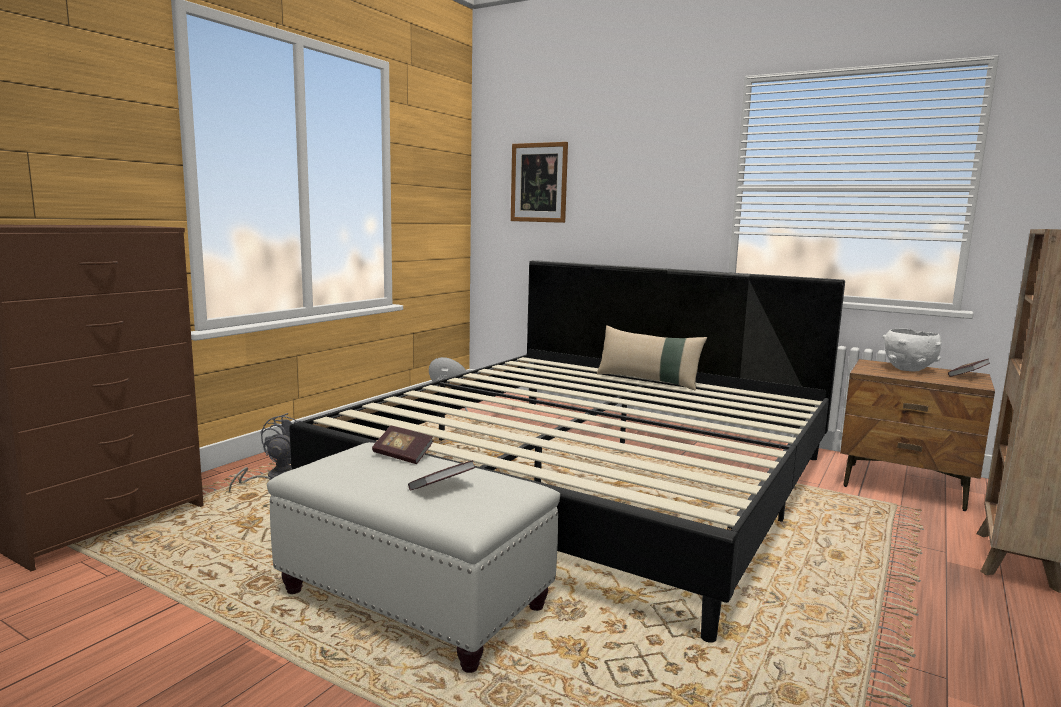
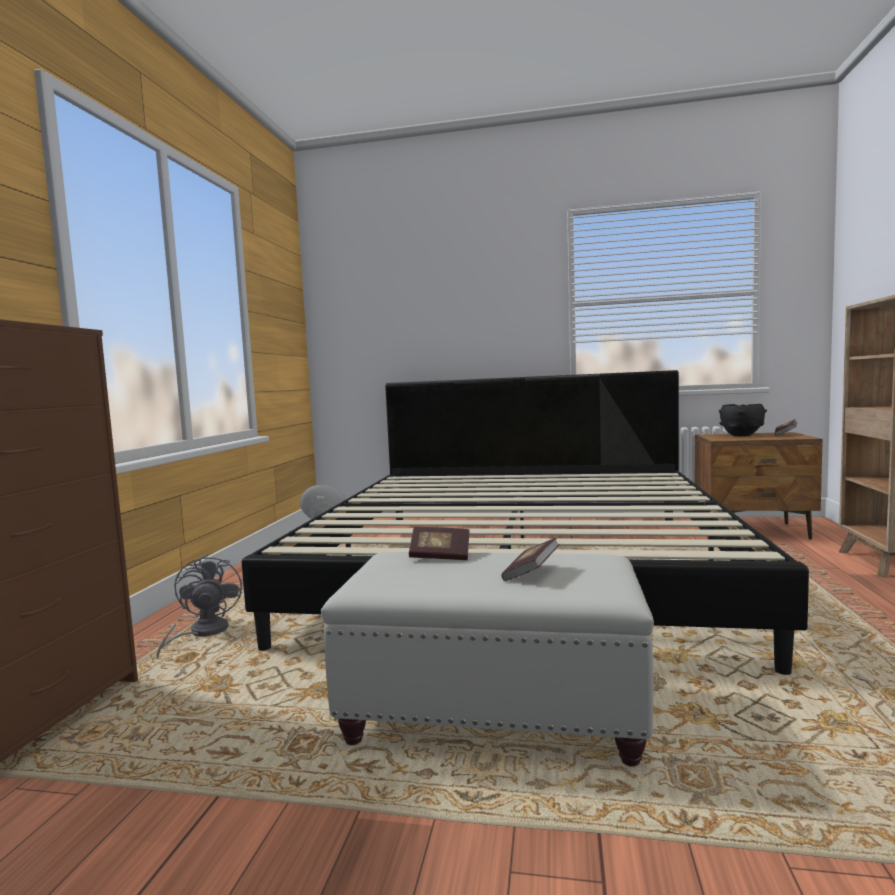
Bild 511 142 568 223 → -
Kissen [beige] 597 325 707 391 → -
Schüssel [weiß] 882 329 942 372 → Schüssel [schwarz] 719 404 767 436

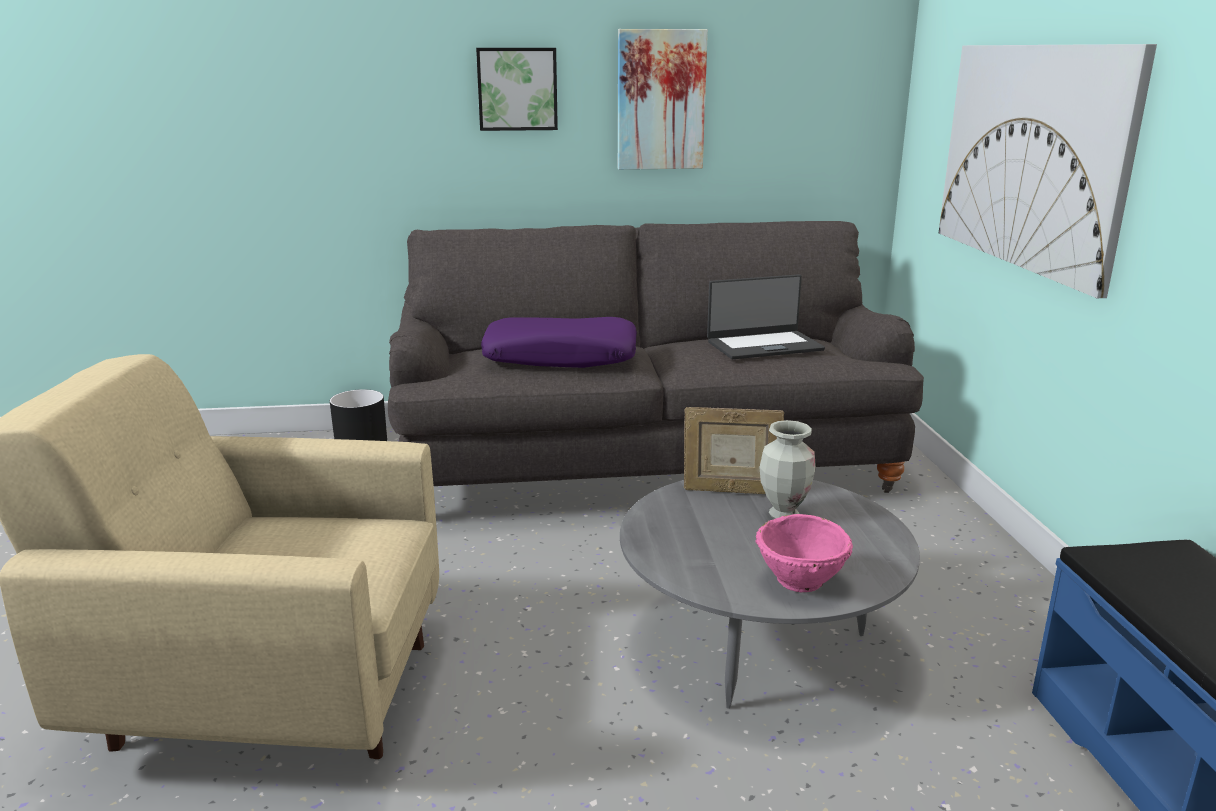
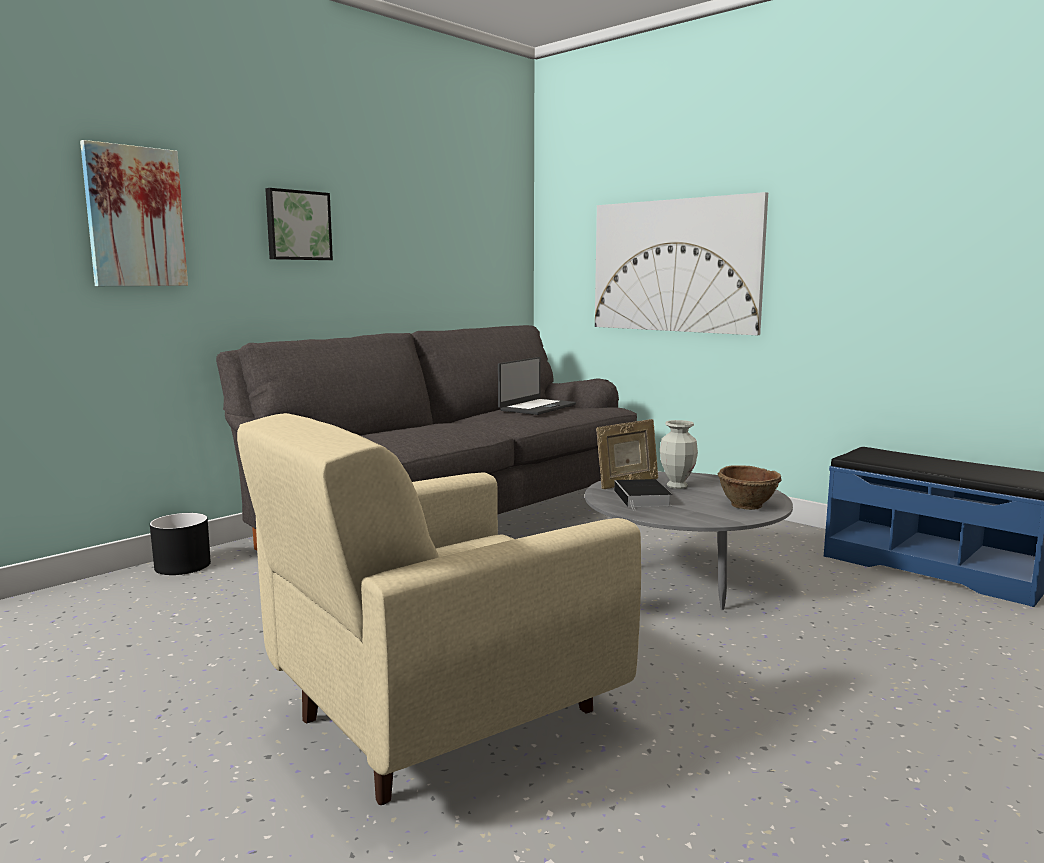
Kissen [lila] 481 317 637 368 → -
Bild 618 29 708 170 → Bild 80 140 188 286, relocated
Schüssel [rosa] 755 514 853 592 → Schüssel [braun] 718 465 782 510
- → Buch 614 479 672 511

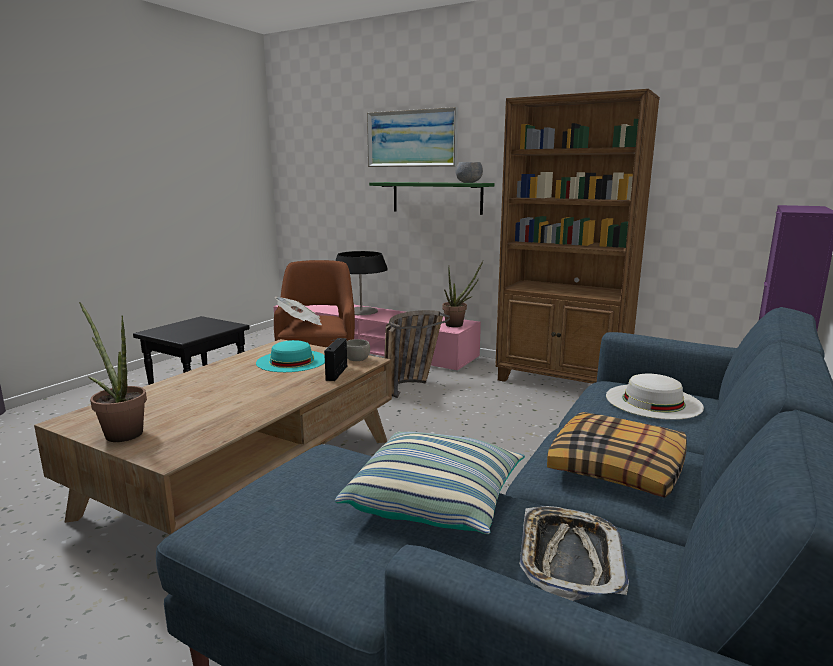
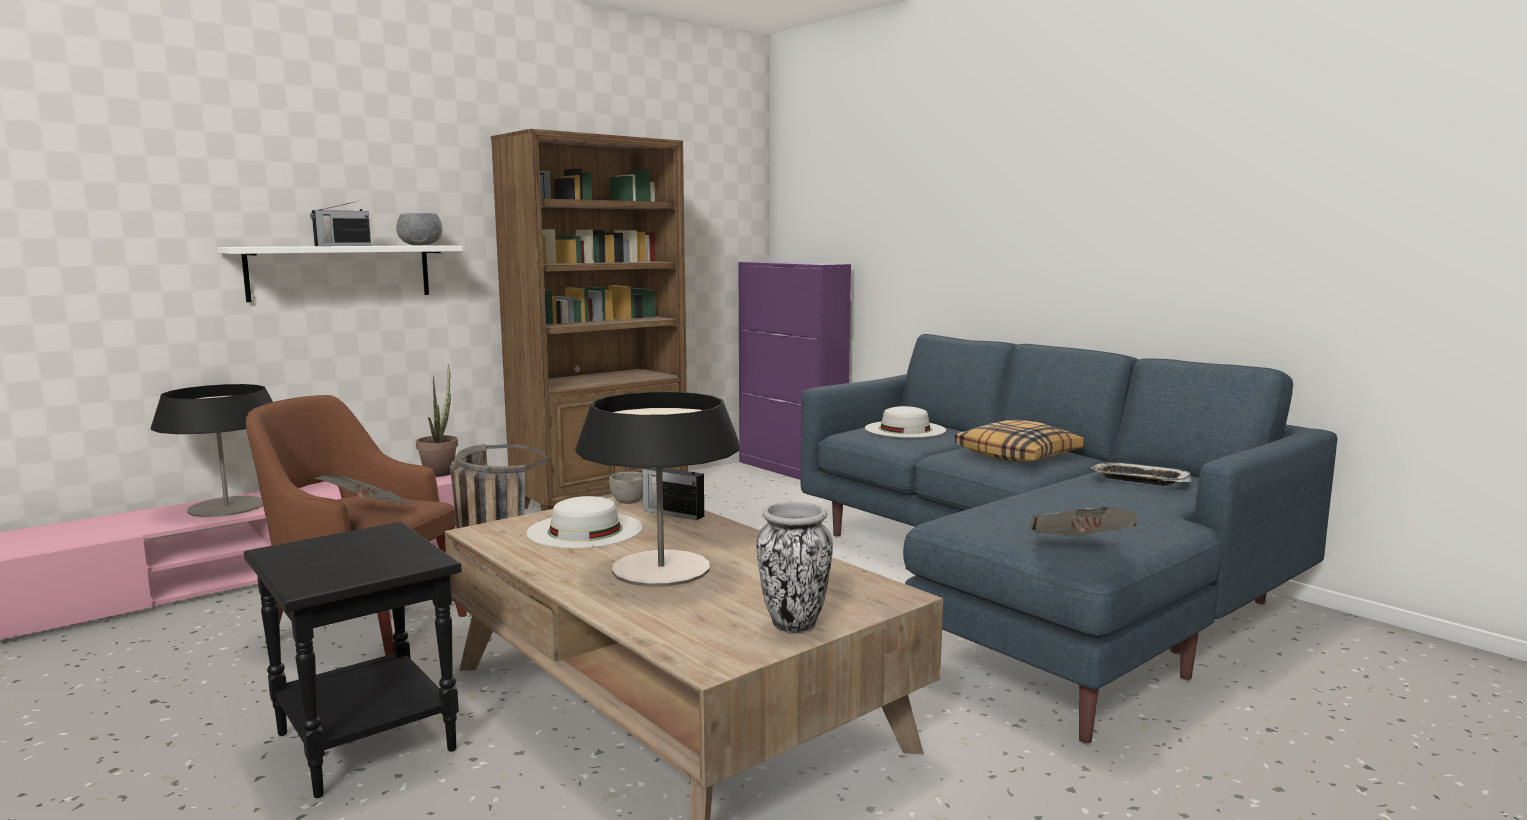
Topfpflanze 79 302 147 442 → Vase 757 502 833 633
Hut [türkis] 256 340 325 372 → Hut [weiß] 527 496 643 548
Kissen 335 431 525 534 → -
Bild 367 107 458 167 → -
Wandregal [grün] 369 182 495 215 → Wandregal [weiß] 217 245 463 302
- → Radio 310 201 371 246
- → Tischlampe 575 392 739 587
- → Zeitung 1030 507 1138 536

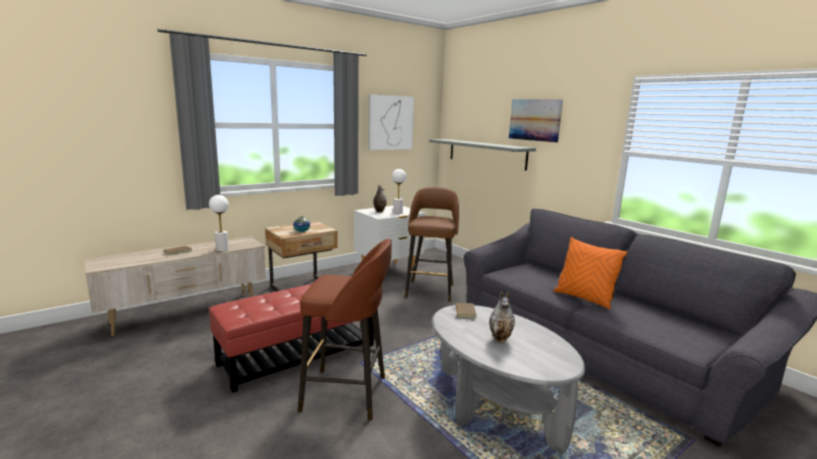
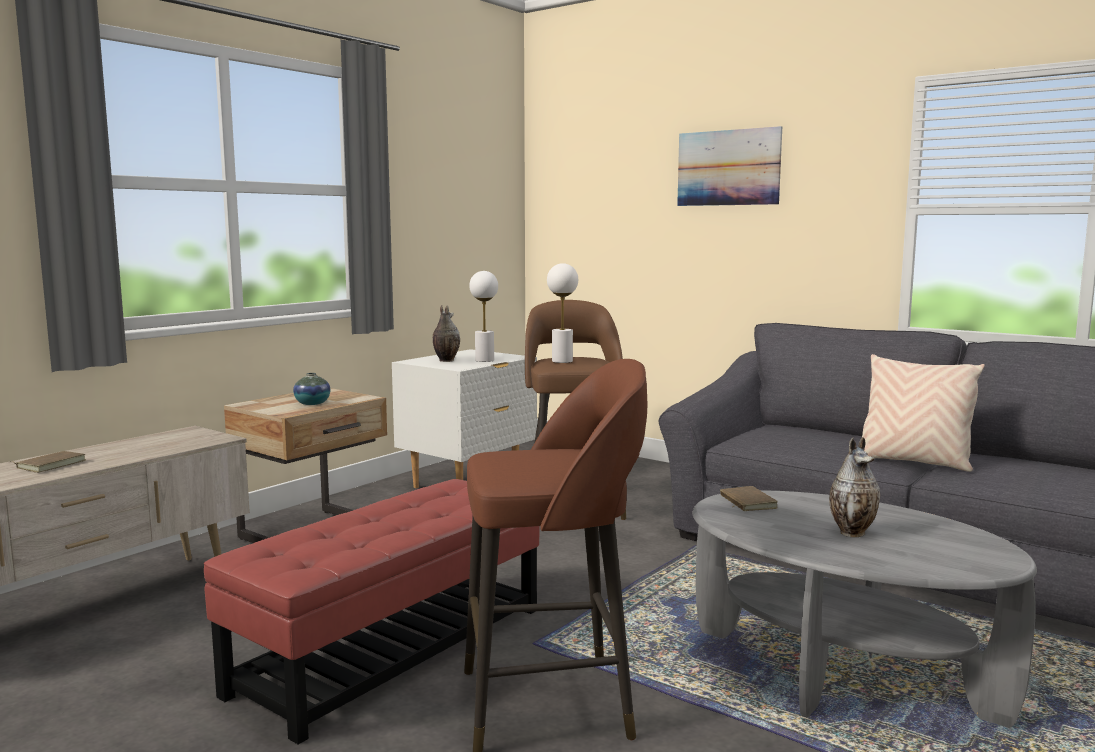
Tischlampe [weiß] 209 195 229 251 → Tischlampe [weiß] 547 263 578 363, relocated
Bild 368 94 414 150 → -
Wandregal [grau] 429 139 536 171 → -
Kissen [orange] 554 237 628 309 → Kissen [beige] 862 354 985 472

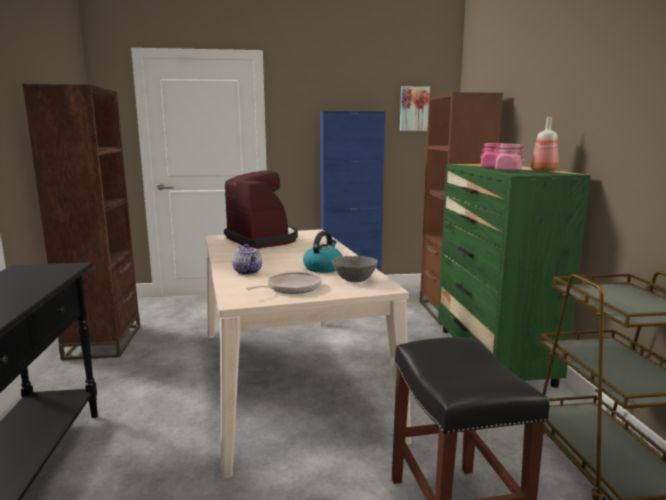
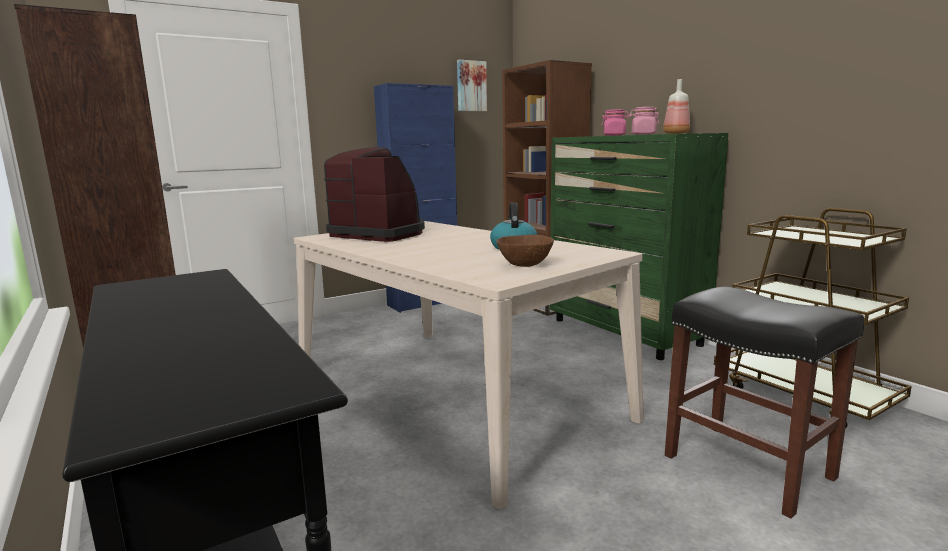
Teekanne 232 244 262 275 → -
Pfanne 246 272 322 294 → Schüssel [braun] 496 235 554 267
Schüssel [grau] 332 256 378 282 → -

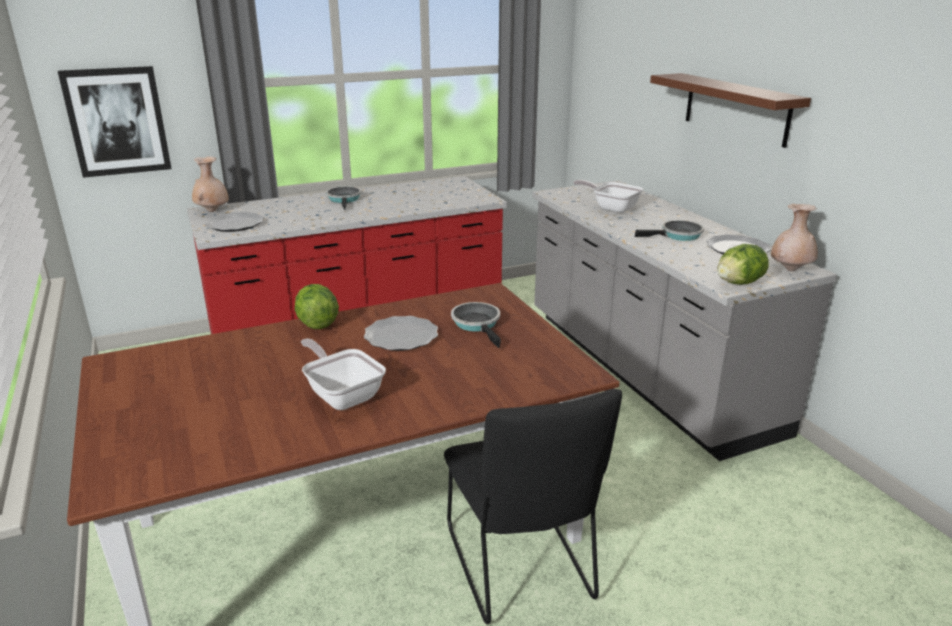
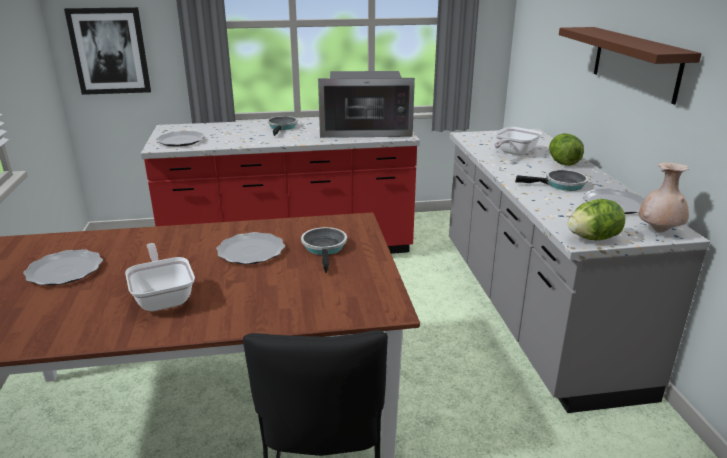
Vase [beige] 192 156 229 212 → -
Salatkopf 295 284 339 329 → Salatkopf 549 133 584 166, relocated
Pfanne 573 180 643 213 → Pfanne 495 127 542 156, 105 degrees counterclockwise
- → Teller 23 249 103 285
- → Mikrowelle 318 71 415 138

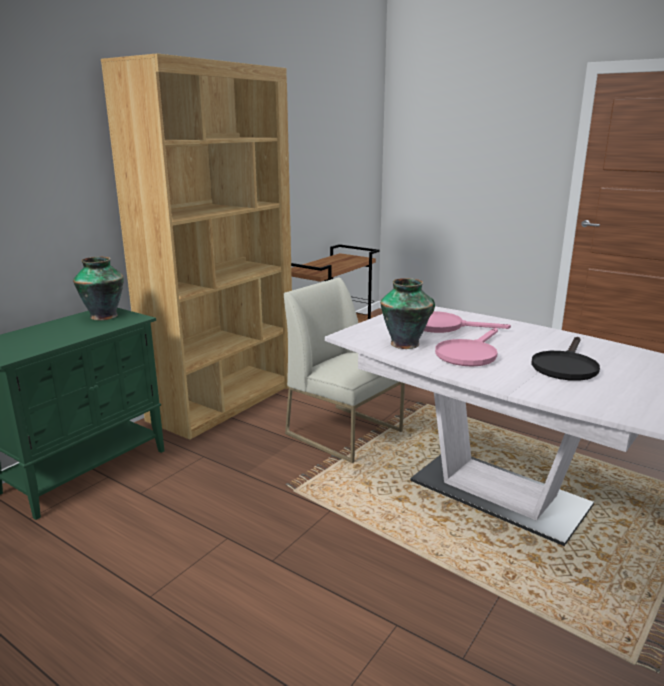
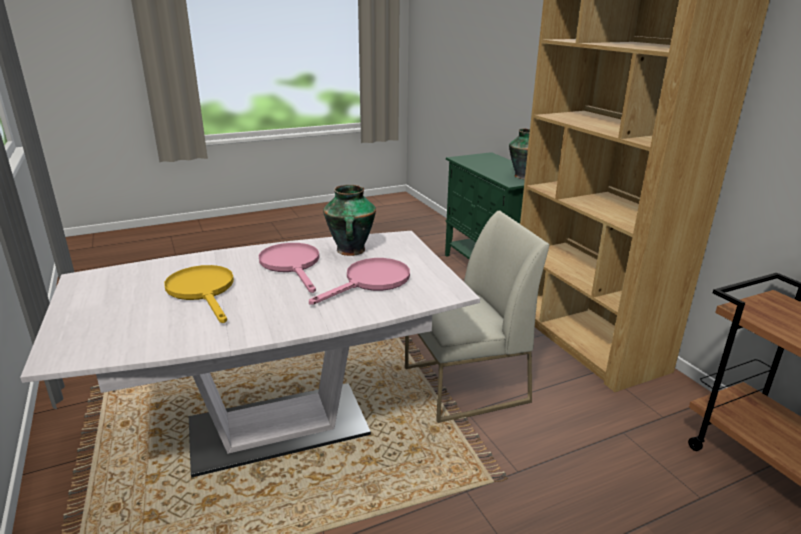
Pfanne [schwarz] 531 337 600 381 → Pfanne [gelb] 164 265 234 323

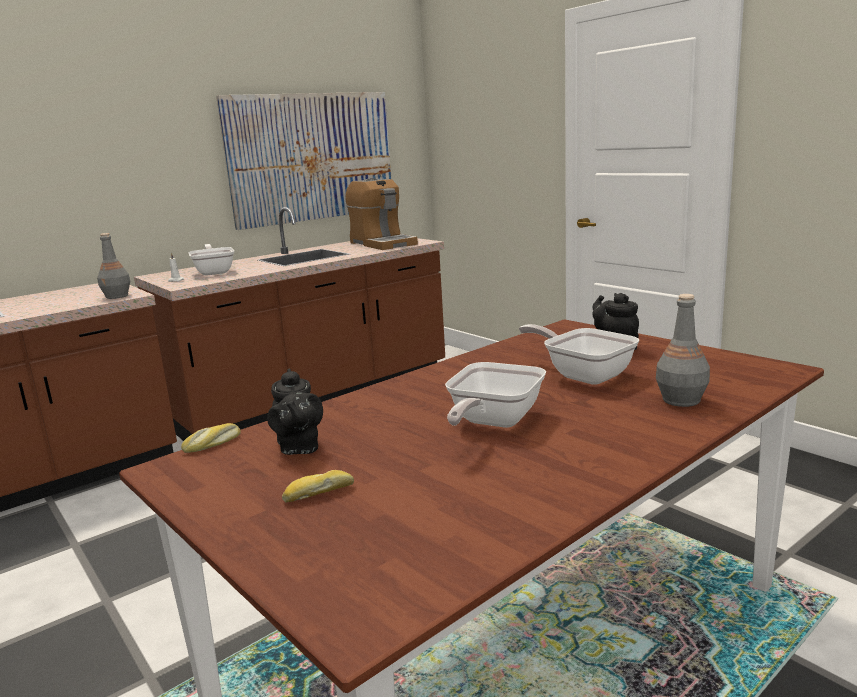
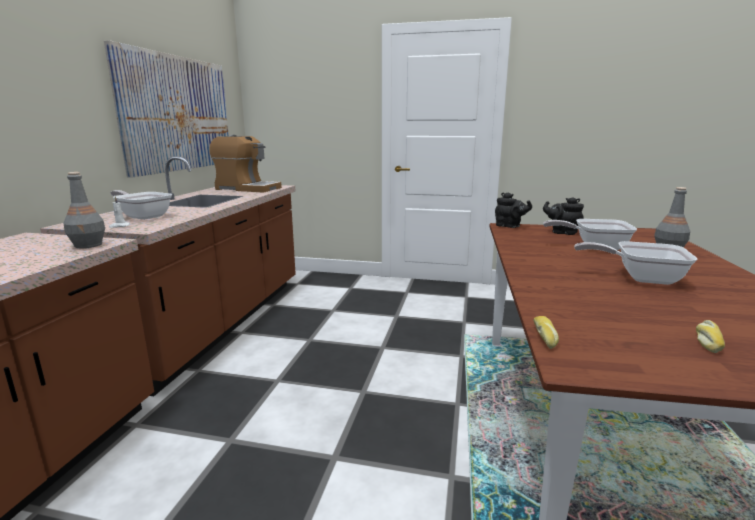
Teekanne [schwarz] 267 368 323 455 → Teekanne [schwarz] 495 192 532 228, relocated
Pfanne 445 362 546 428 → Pfanne 574 241 697 285, 120 degrees clockwise

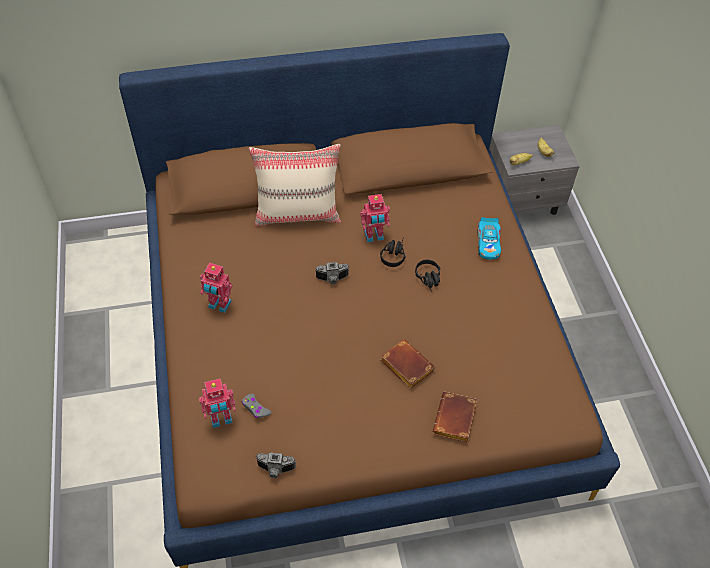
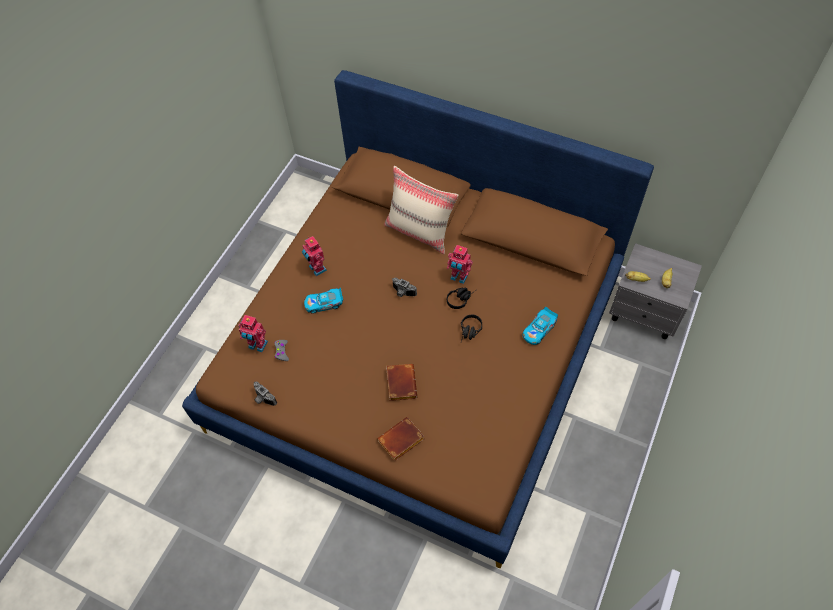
- → Spielzeugauto 304 288 343 314

